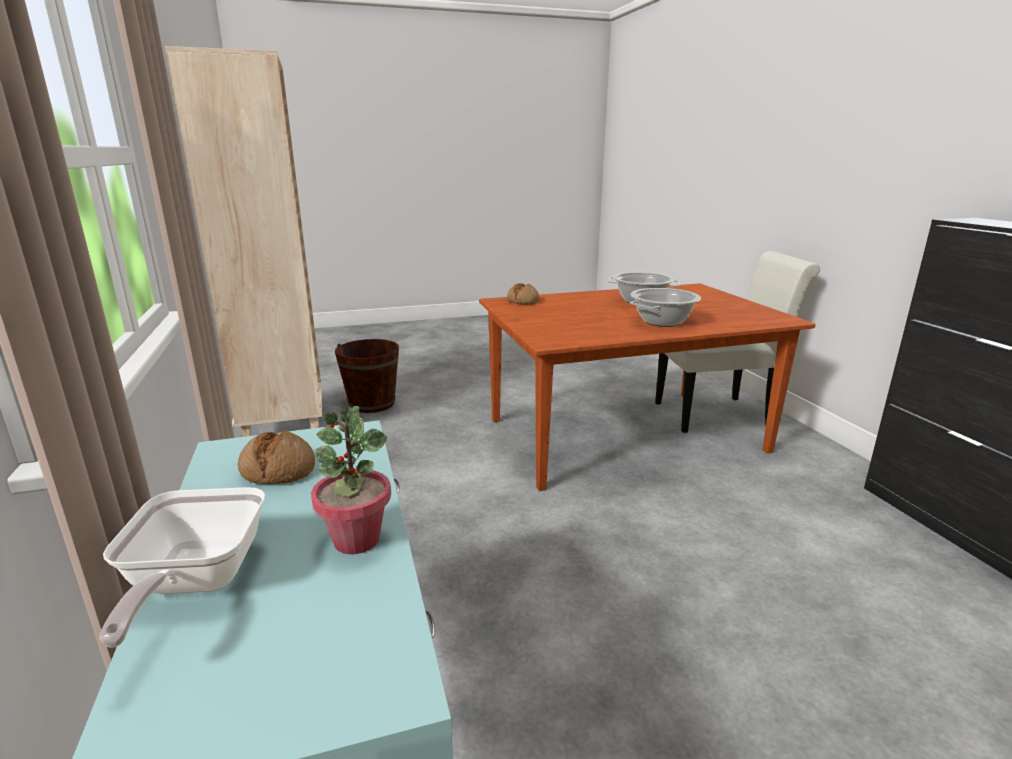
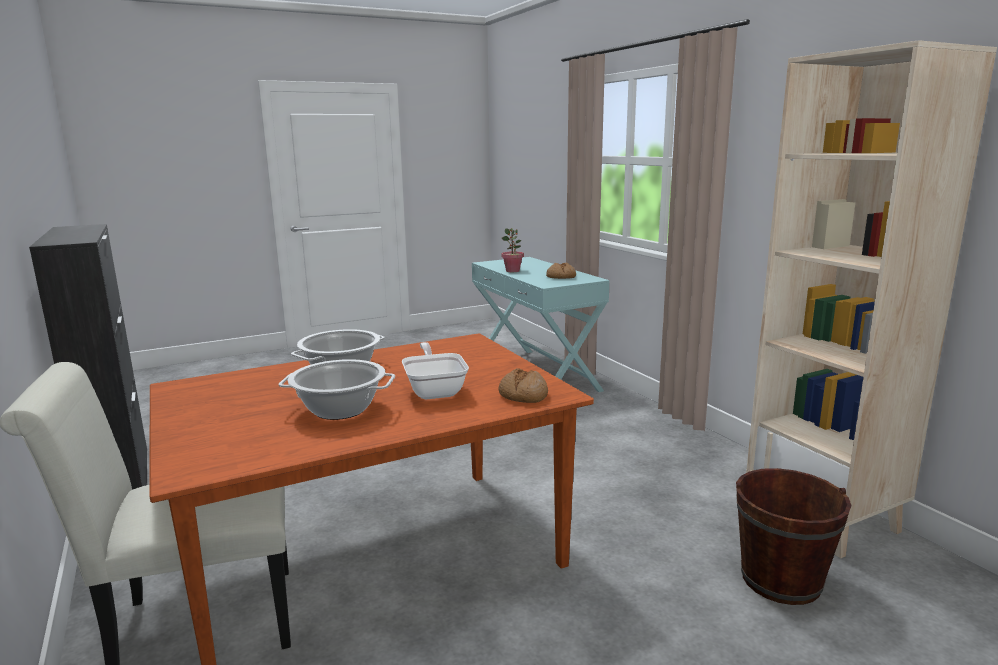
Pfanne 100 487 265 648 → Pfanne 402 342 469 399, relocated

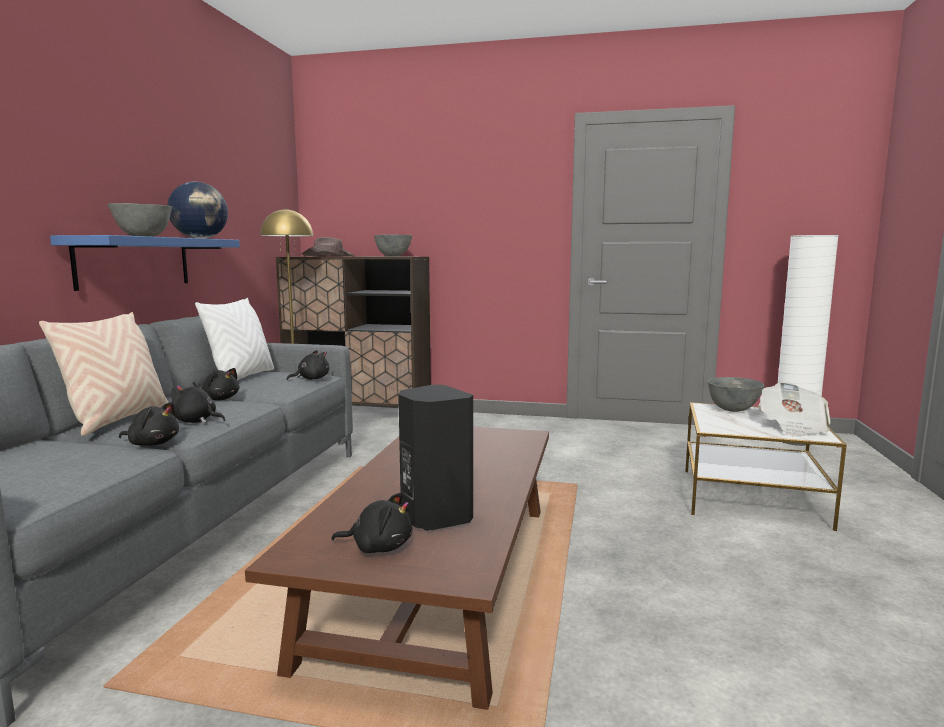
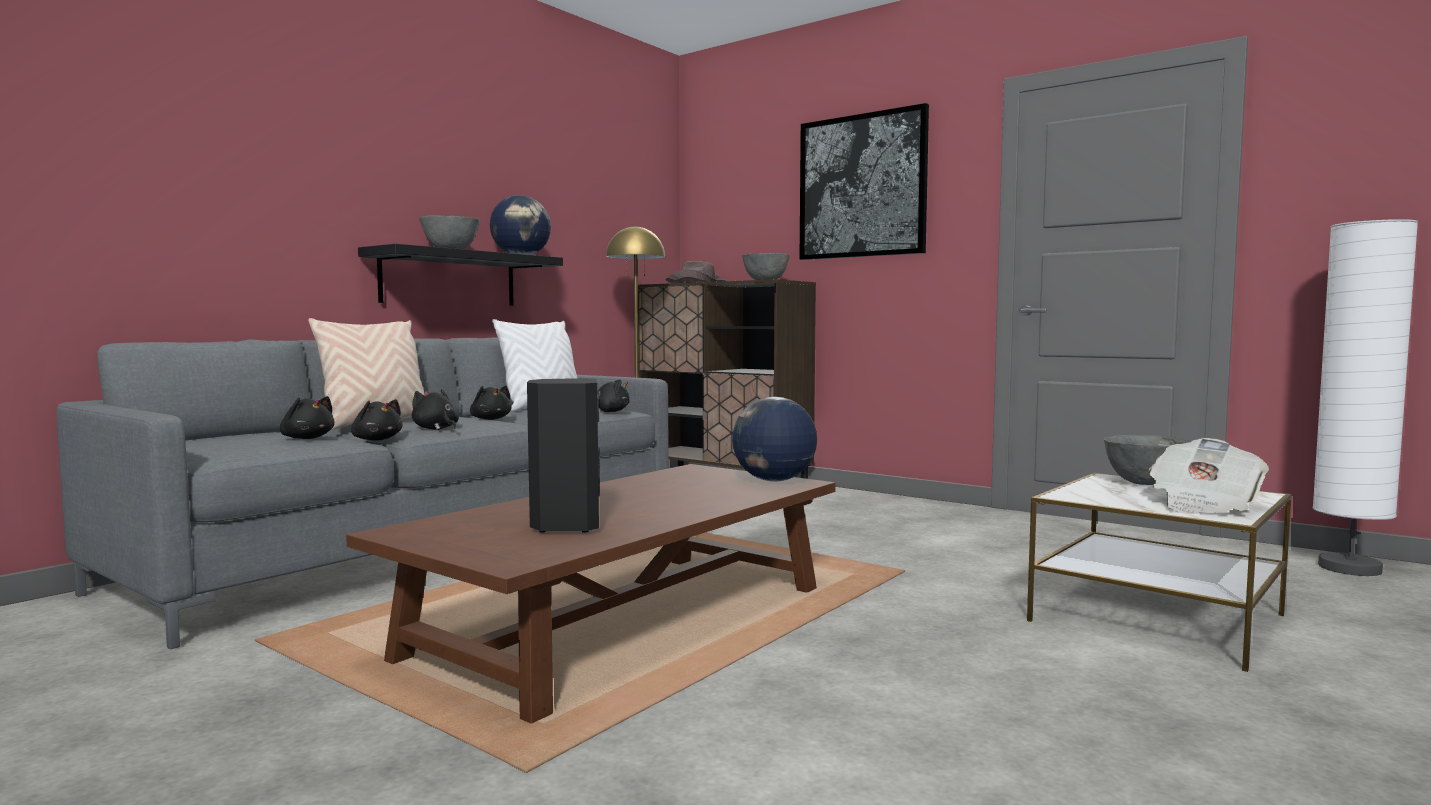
Wandregal [blau] 50 235 240 291 → Wandregal [schwarz] 358 244 563 306
Plüschtier [schwarz] 331 493 412 553 → Plüschtier [schwarz] 280 396 335 439, relocated
- → Globus 732 397 817 482
- → Bild 800 103 929 260

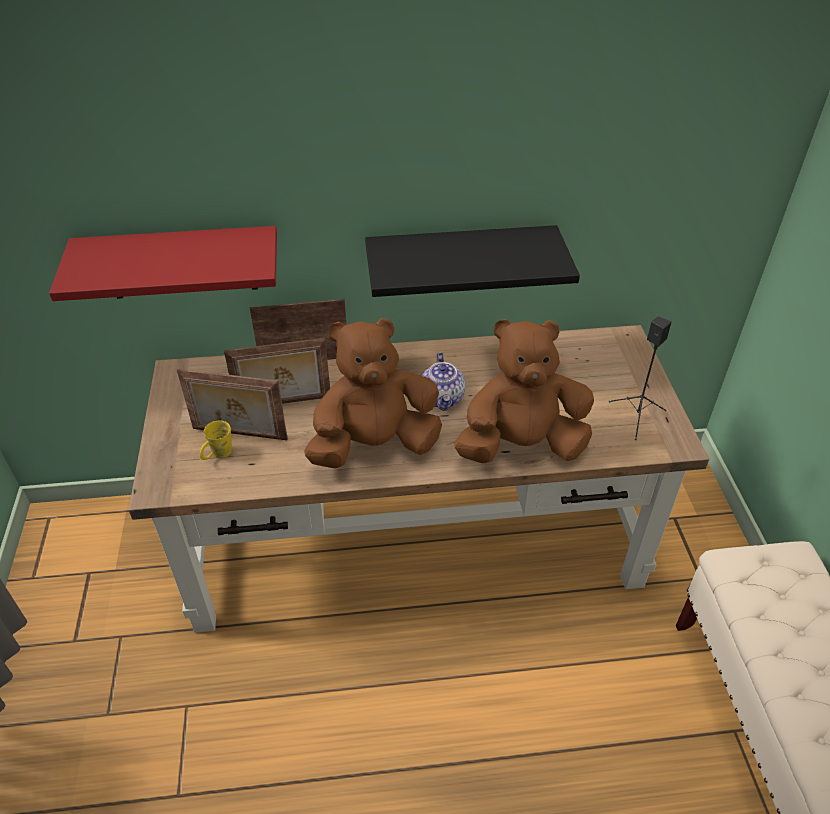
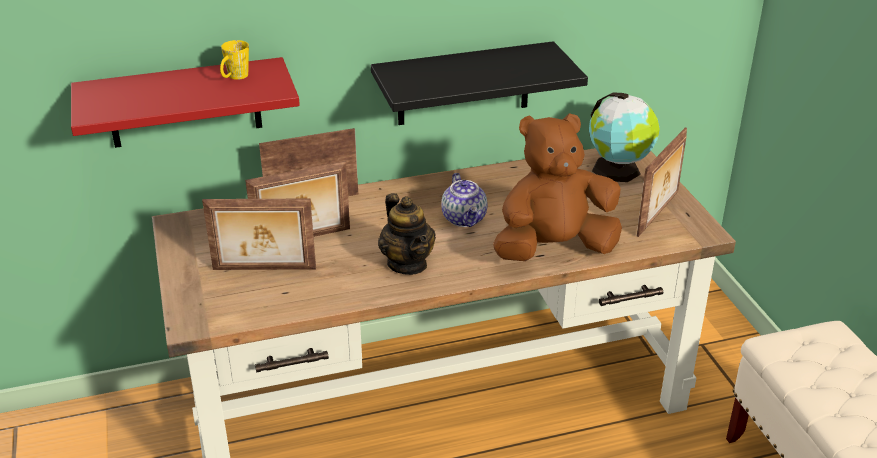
Henkelbecher [gelb] 200 421 232 460 → Henkelbecher [gelb] 220 40 249 80, relocated
Plüschtier [braun] 304 318 442 468 → Teekanne 378 193 436 275
Lautsprecher [schwarz] 609 316 672 440 → Bilderrahmen 637 128 687 237
- → Globus 589 92 660 182

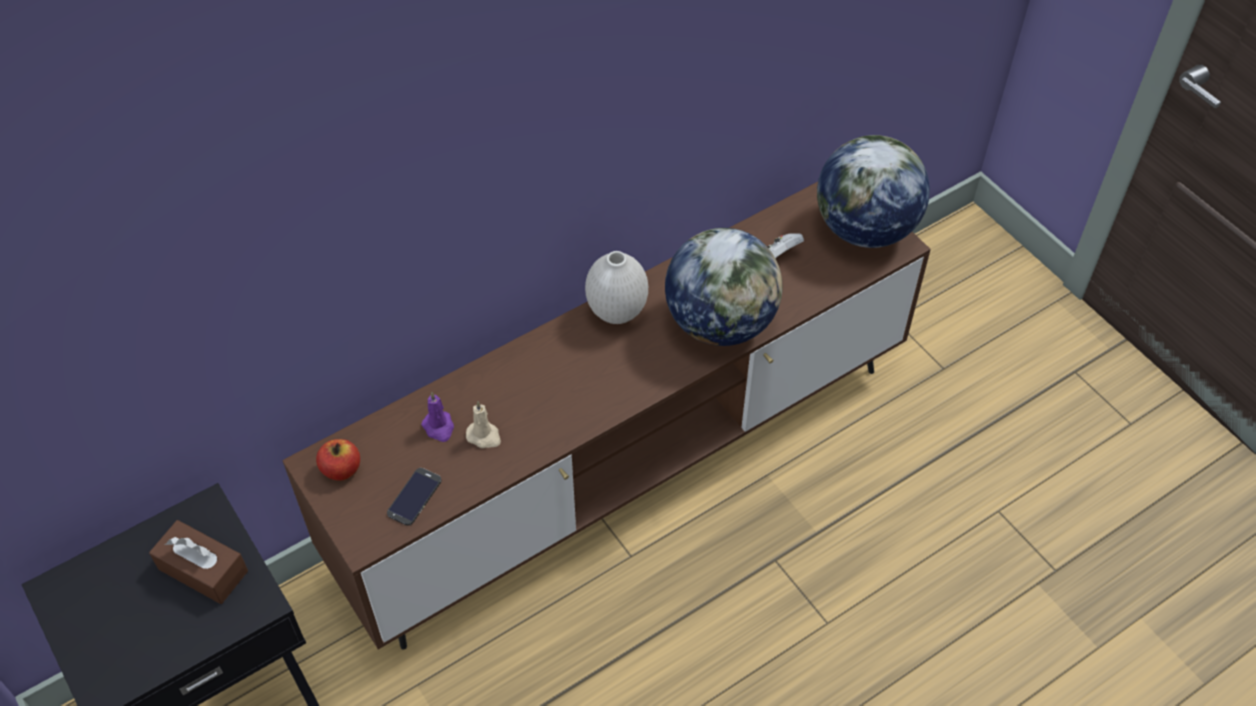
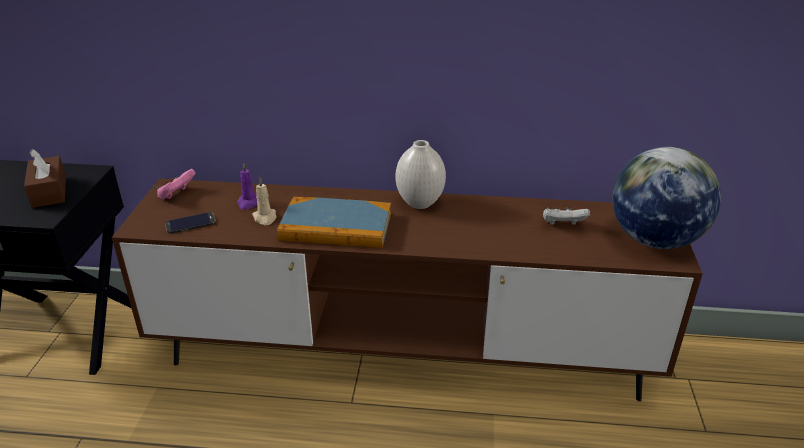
Apfel 316 439 360 481 → Gamepad [rosa] 156 169 196 200
Globus 665 228 783 346 → -
- → Buch 277 196 391 248

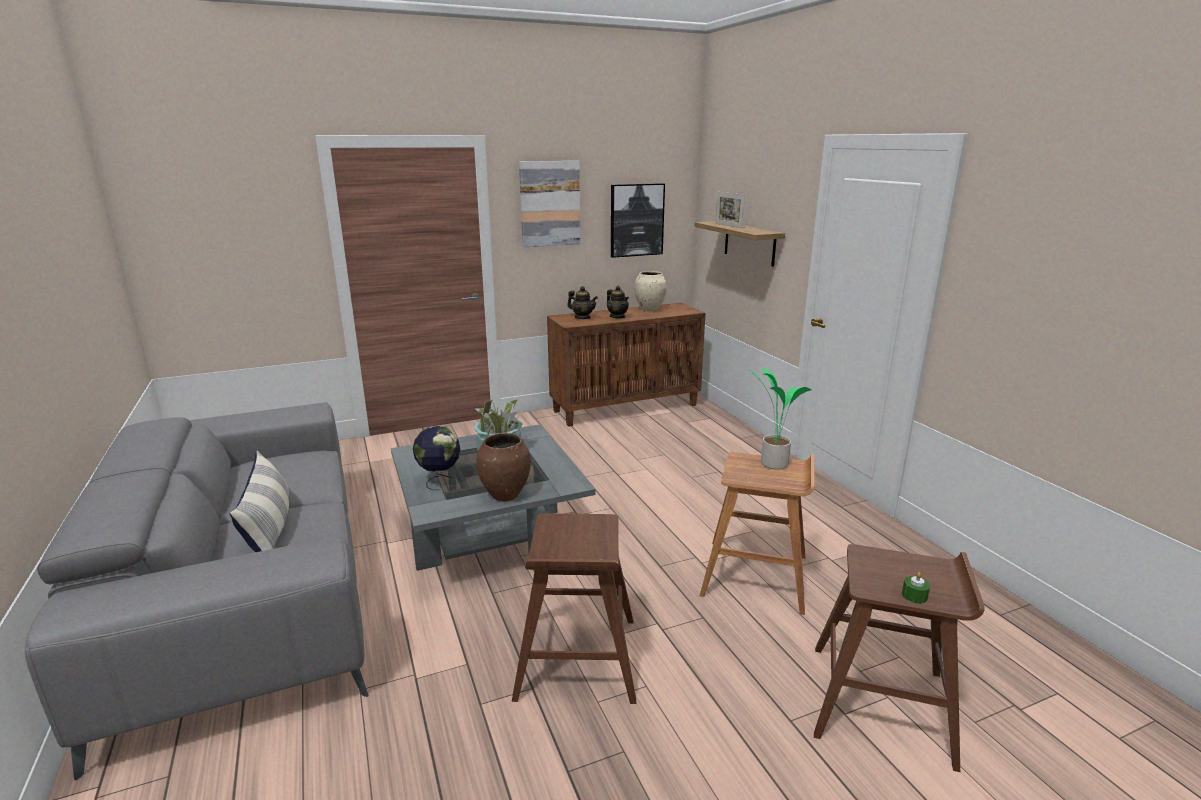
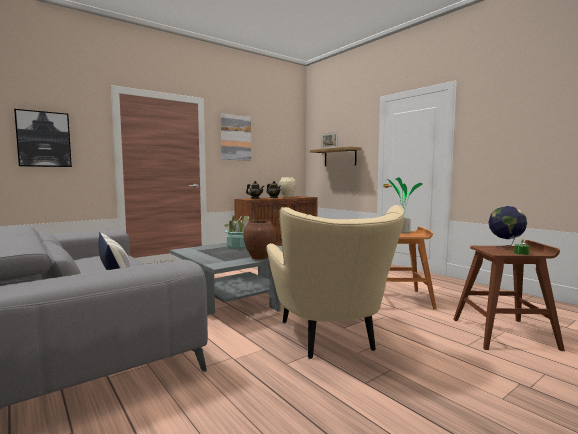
Globus 413 426 460 490 → Globus 489 206 527 251, relocated
Hocker [braun] 512 513 636 704 → Sessel [beige] 267 205 404 359
Bild 611 183 665 258 → Bild 14 109 72 167, relocated

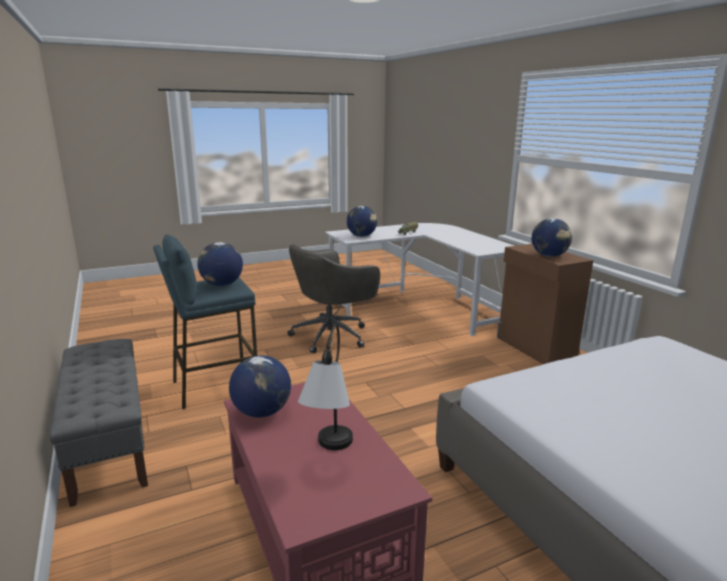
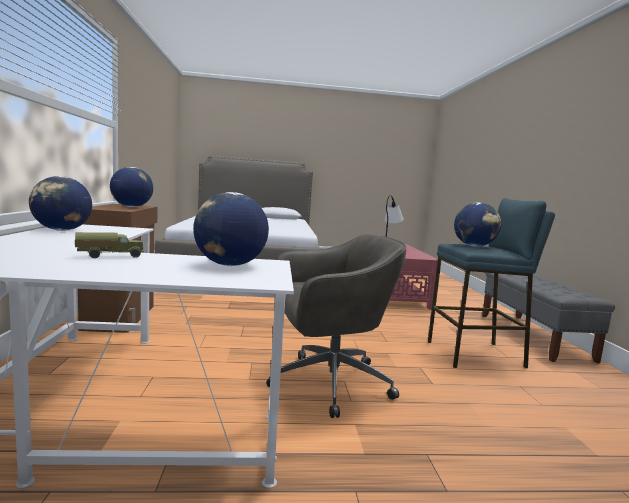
Globus 229 355 291 418 → Globus 29 176 92 231, relocated

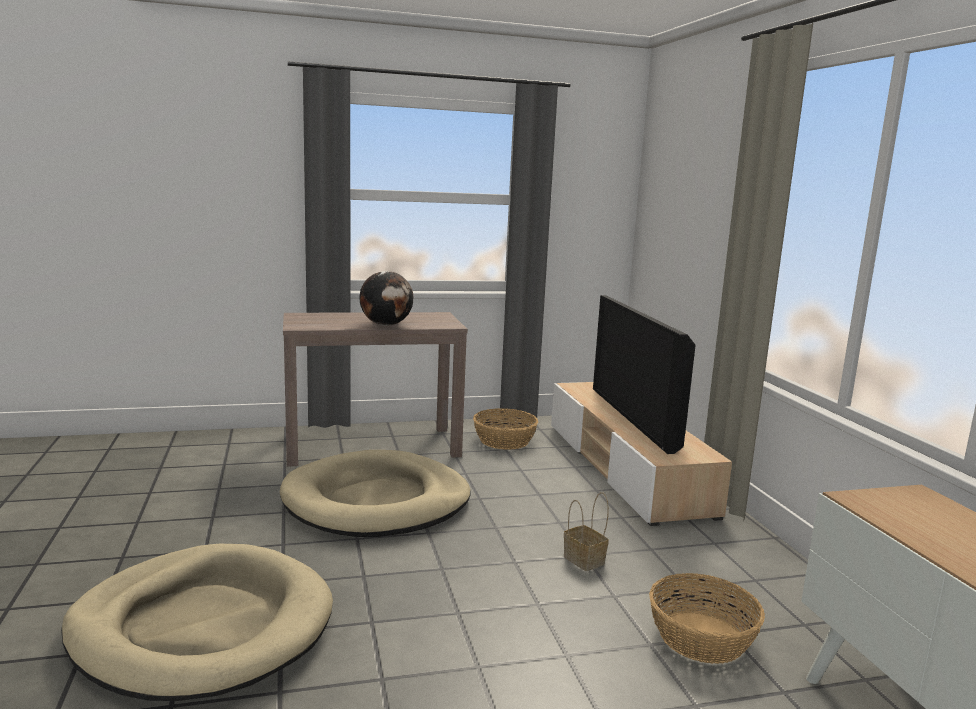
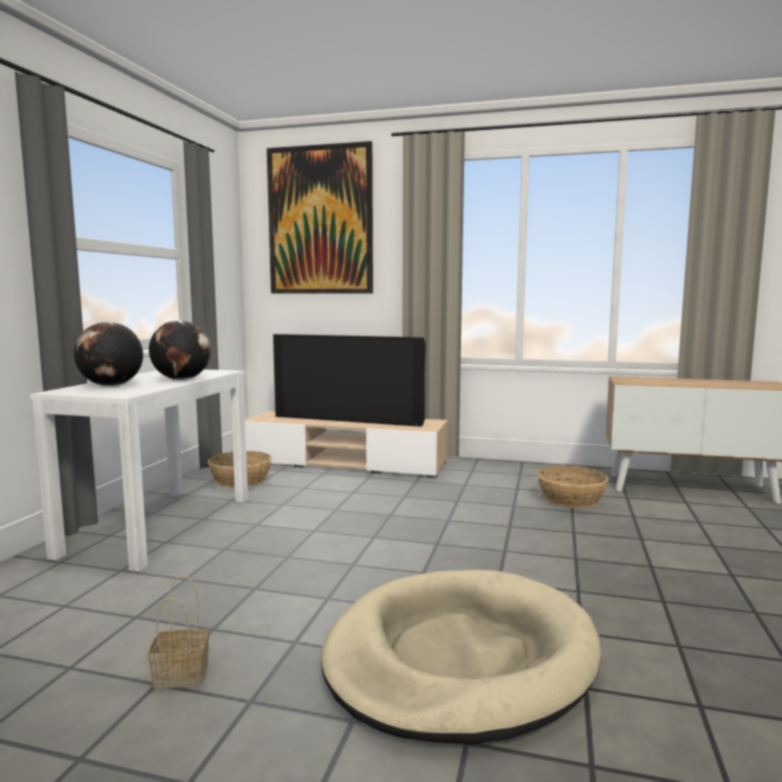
Hundebett [beige] 280 450 471 537 → -
Konsolentisch [braun] 283 312 468 467 → Konsolentisch [weiß] 30 369 248 571
Korb 564 492 609 571 → Korb 148 575 209 689, relocated
- → Globus 74 322 143 386
- → Bild 267 141 373 294

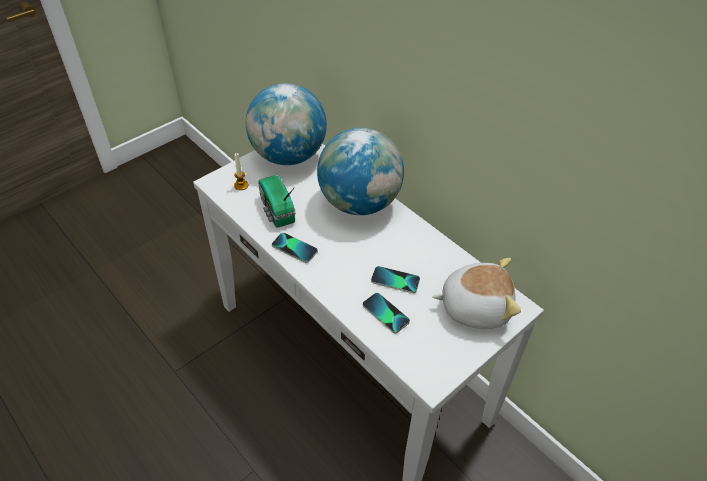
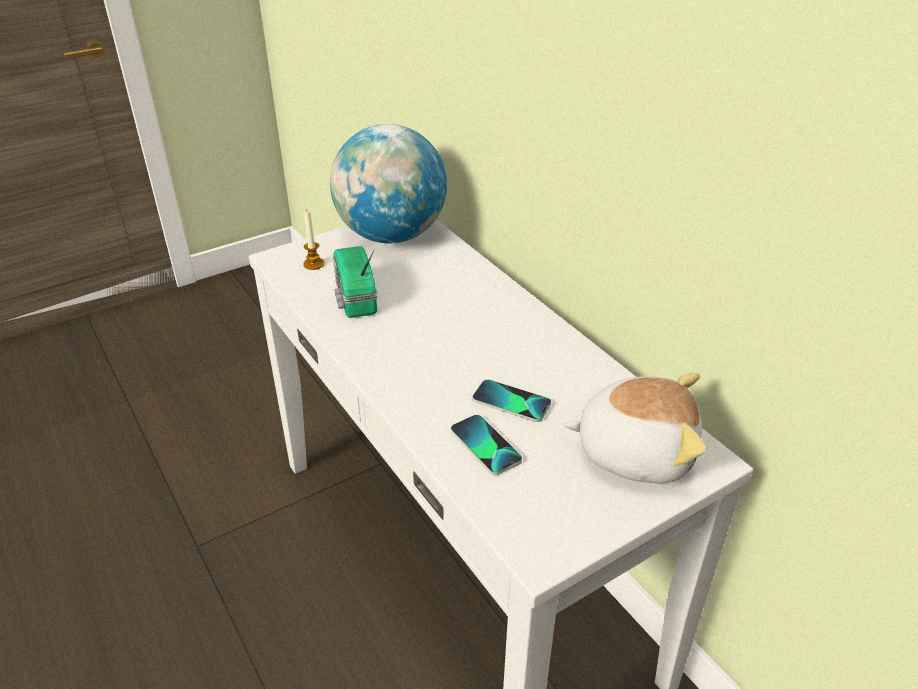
Handy 272 233 318 263 → -
Globus 317 128 404 215 → -

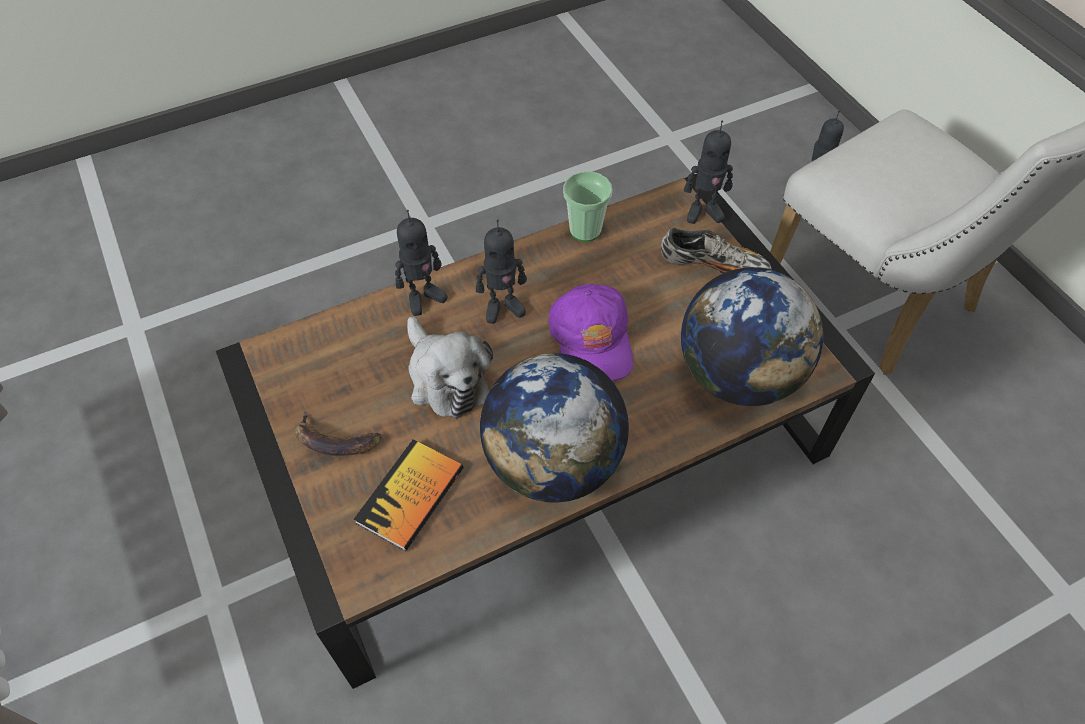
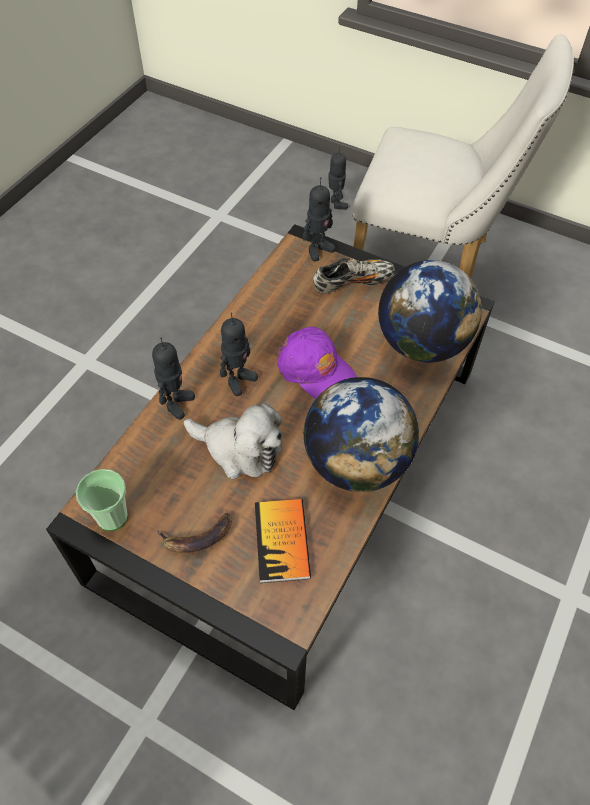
Tasse 563 171 612 242 → Tasse 76 469 128 531, relocated

